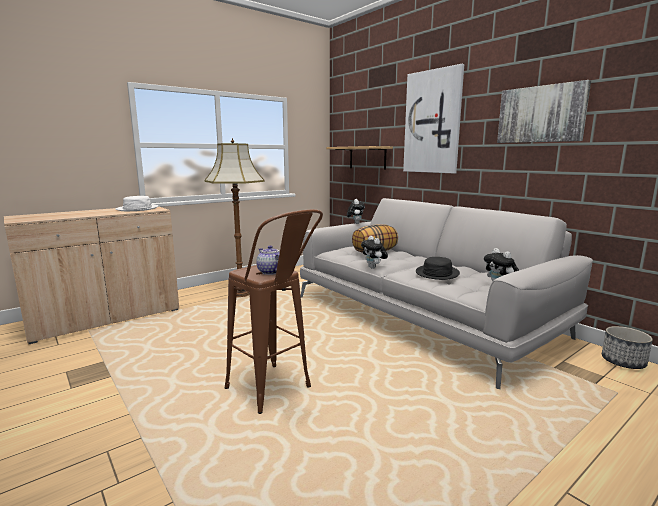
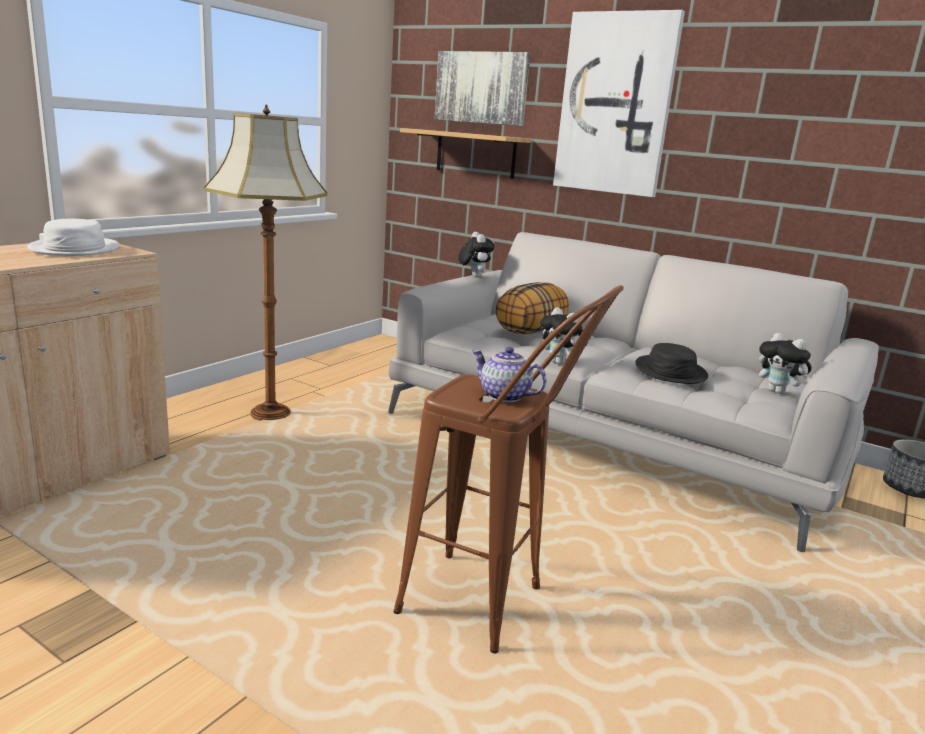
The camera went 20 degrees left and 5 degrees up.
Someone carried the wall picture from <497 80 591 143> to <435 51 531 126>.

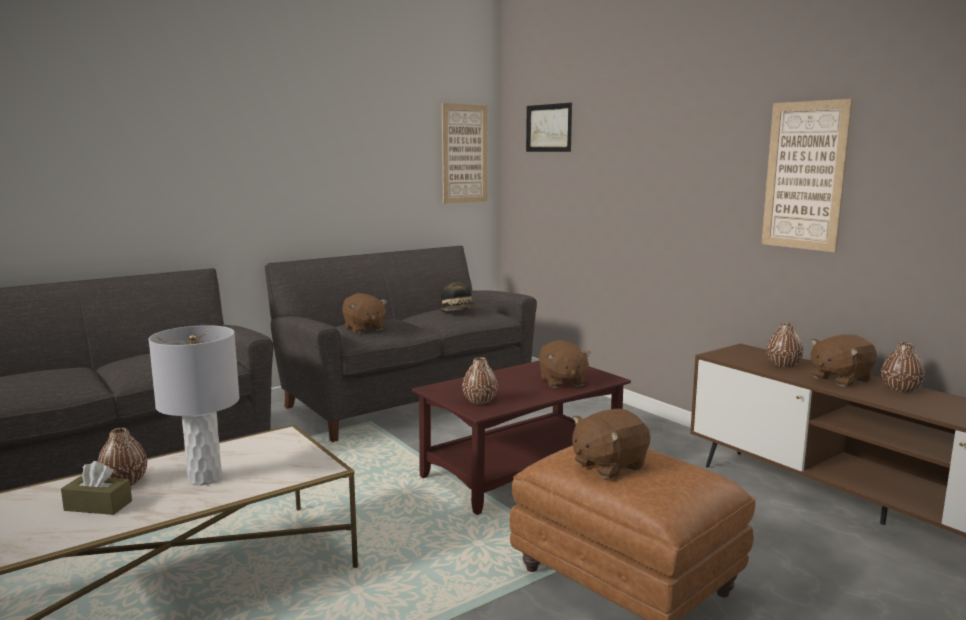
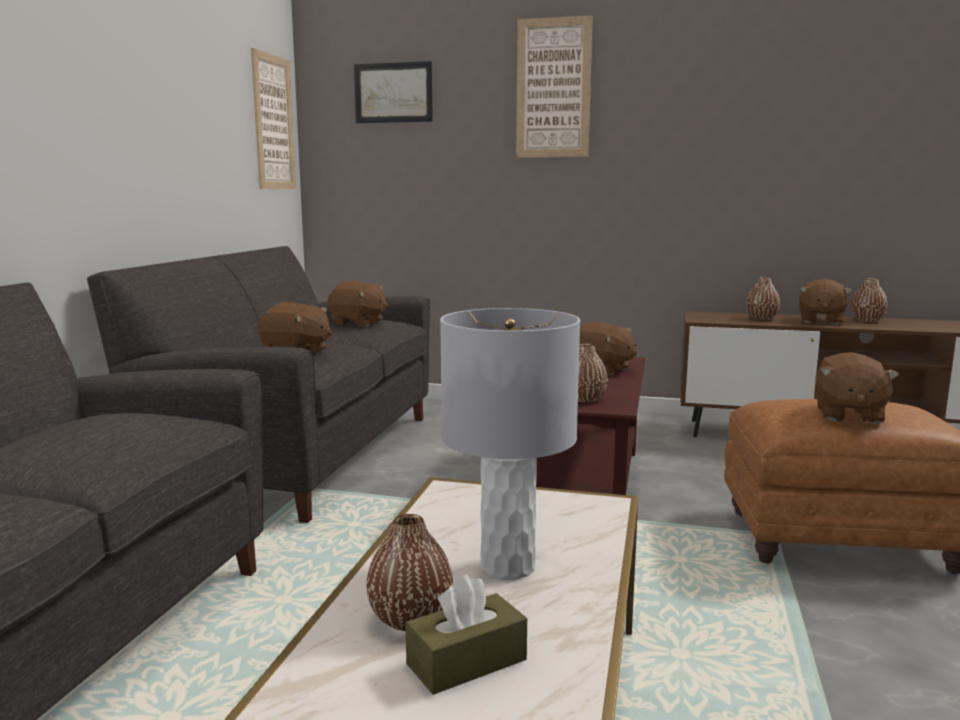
The camera went 40 degrees left and 0 degrees up.
Someone carried the wall picture from <761 99 853 252> to <516 15 593 157>.
Someone swapped the hat at <439 278 476 311> for the brown-coloured plush toy at <328 281 388 327>.

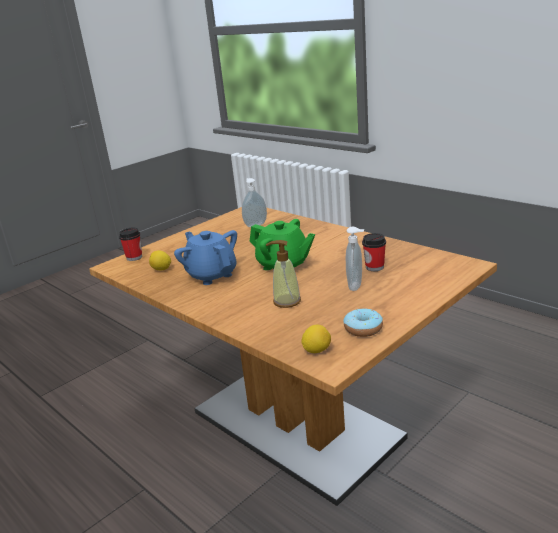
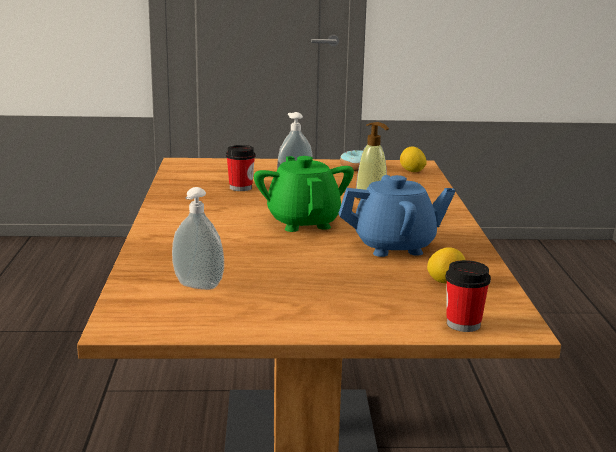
The camera went 140 degrees left and 5 degrees down.
Someone rotated the blue-coloured pot for tea at <174 230 237 285> by 105 degrees counterclockwise.

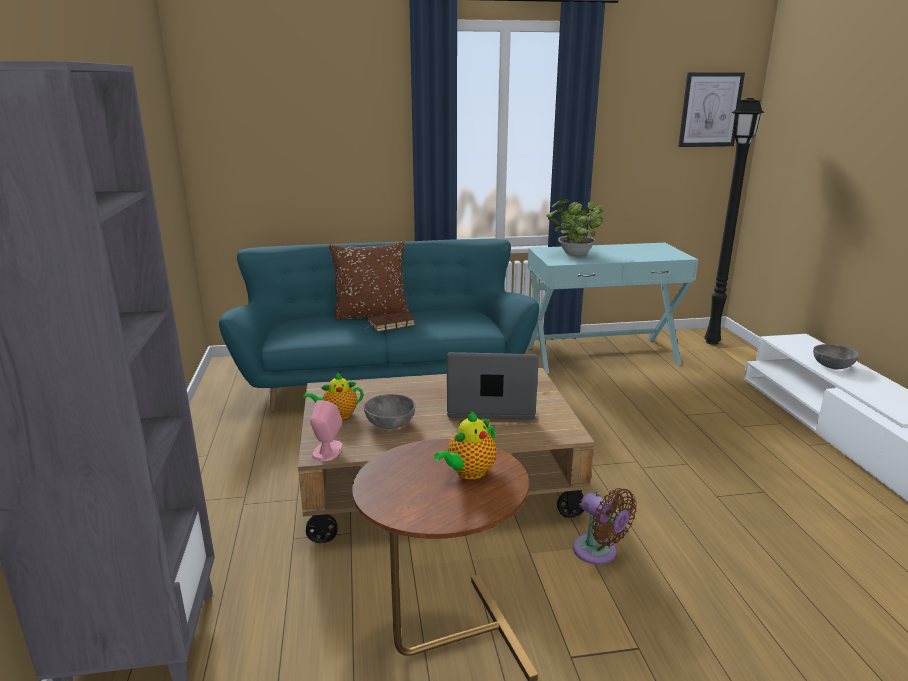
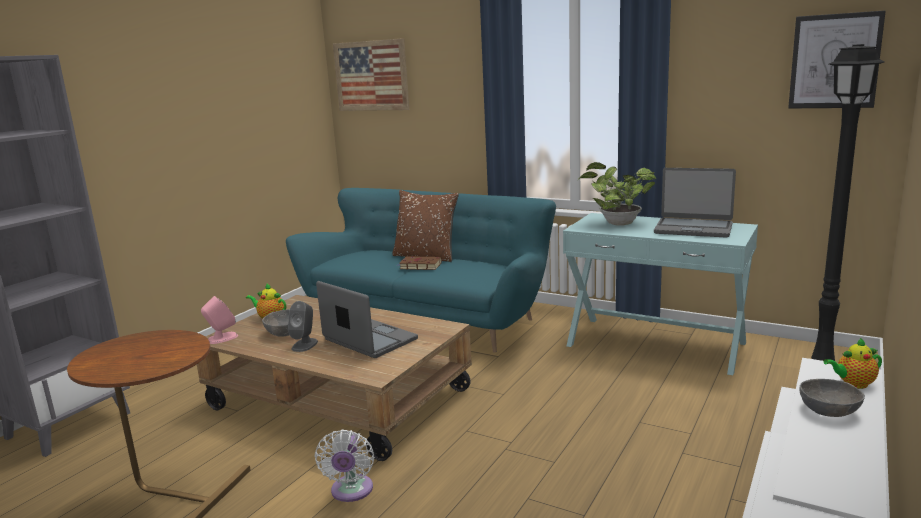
The camera went 40 degrees right and 5 degrees down.
Someone carried the pot for tea from <434 411 497 479> to <823 338 882 389>.
Someone repainted the brown-coloured fan at <573 488 637 564>, which became the whitish fan at <315 429 374 502>.
Someone put up the wall picture at <333 38 409 111>.
Someone put down the portable computer at <654 168 736 238>.
Someone put down the gray audio speaker at <288 301 318 352>.

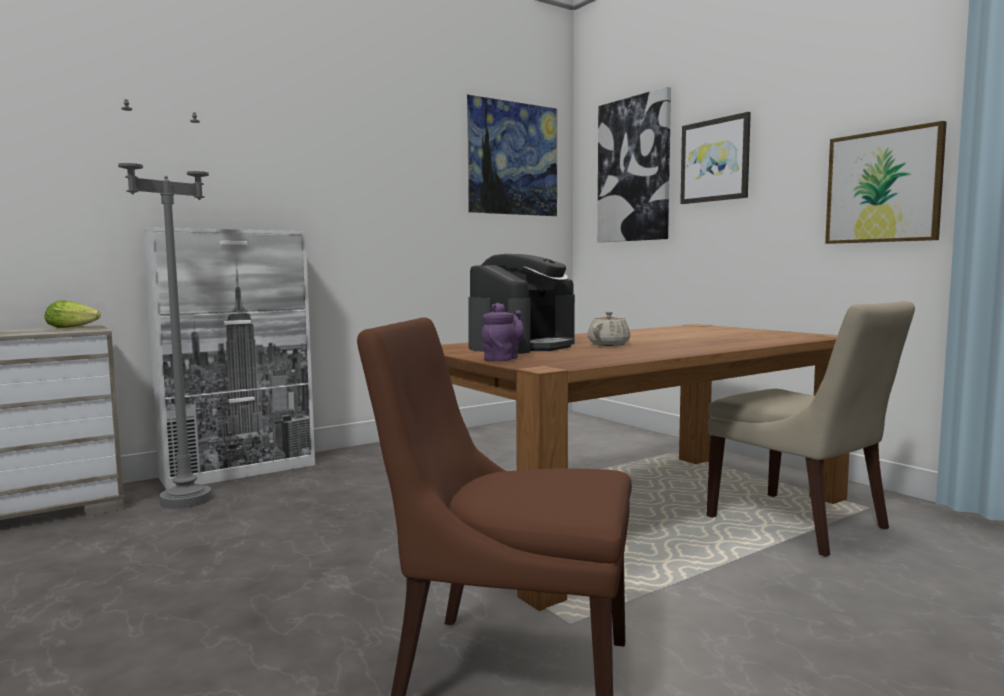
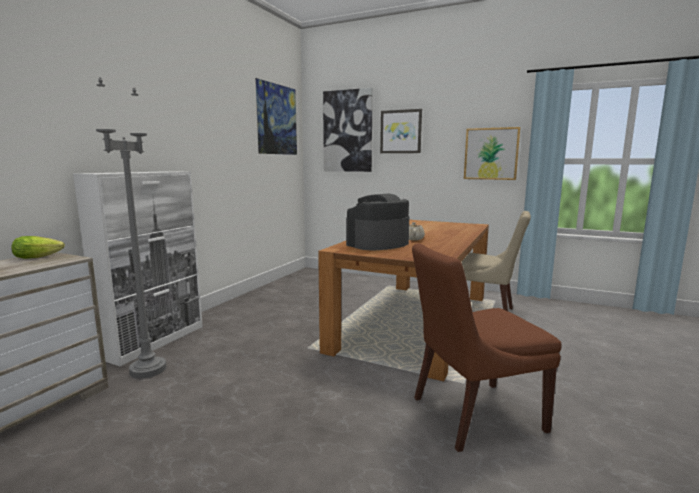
The camera went 30 degrees left and 5 degrees up.
Someone rotated the coffee maker at <468 254 575 354> by 135 degrees counterclockwise.
Someone took away the purplish pot for tea at <482 303 524 361>.

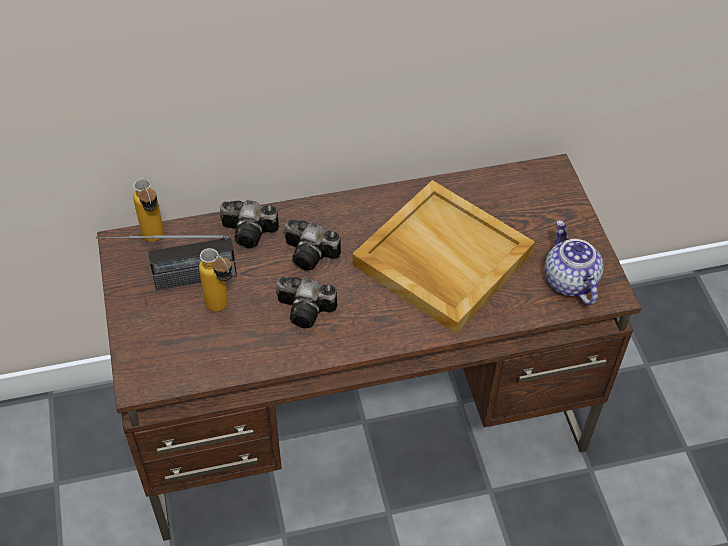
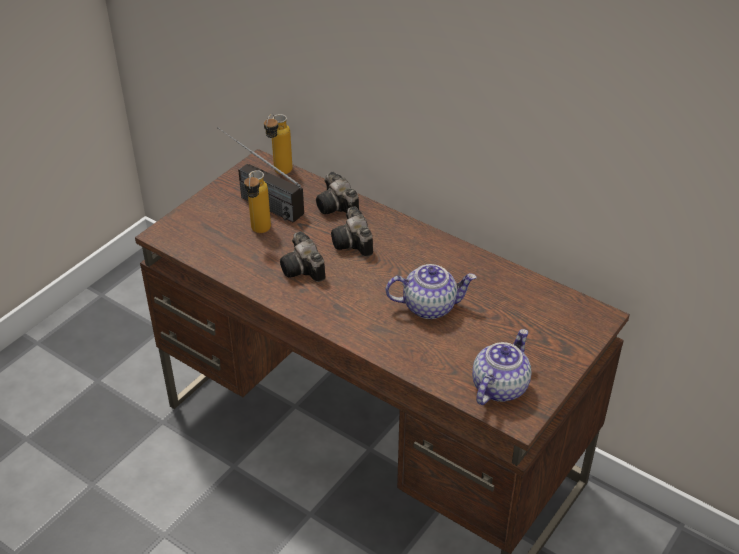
The camera went 50 degrees right and 10 degrees down.
Someone swapped the sand-coloured serving tray at <352 180 535 334> for the pot for tea at <385 264 476 319>.

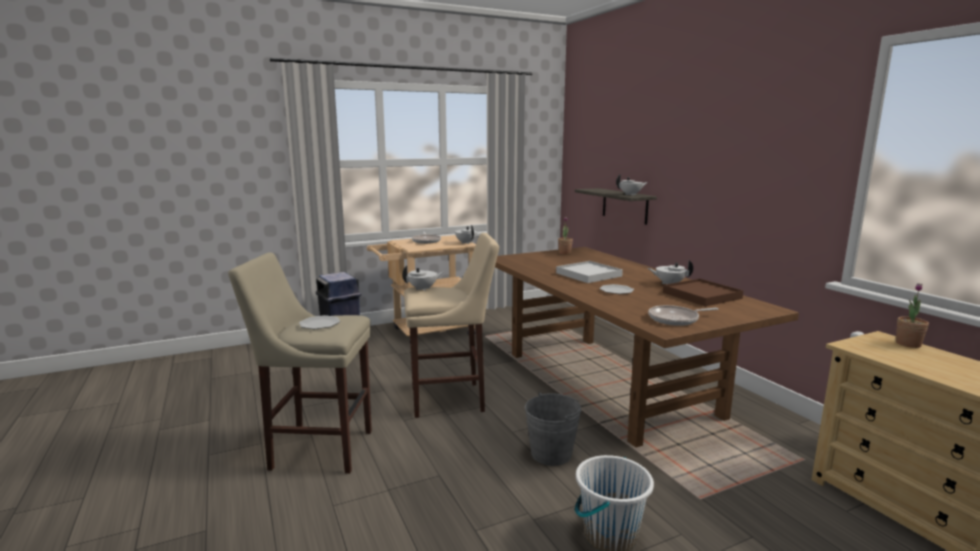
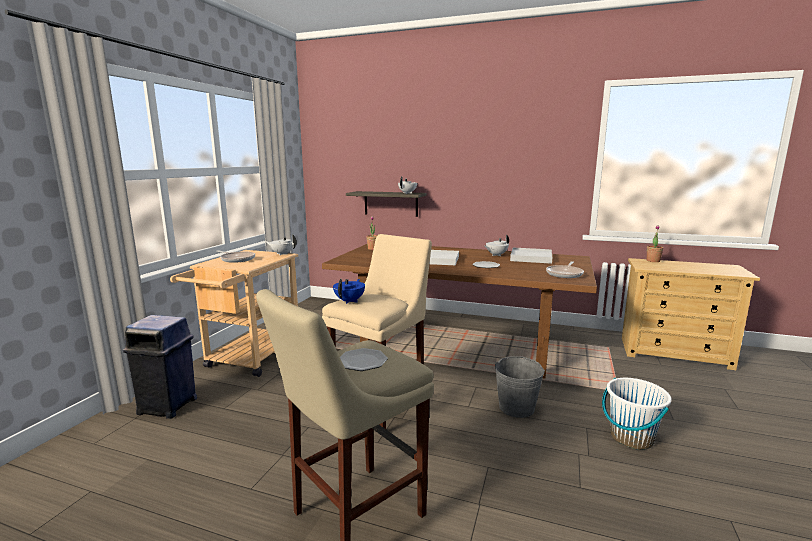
The camera went 45 degrees left and 0 degrees up.
Someone repainted the whitish pot for tea at <402 265 443 291>, which became the blue-coloured pot for tea at <333 279 365 304>.
Someone repainted the brown-coloured serving tray at <663 279 743 306>, which became the whitish serving tray at <510 247 553 264>.

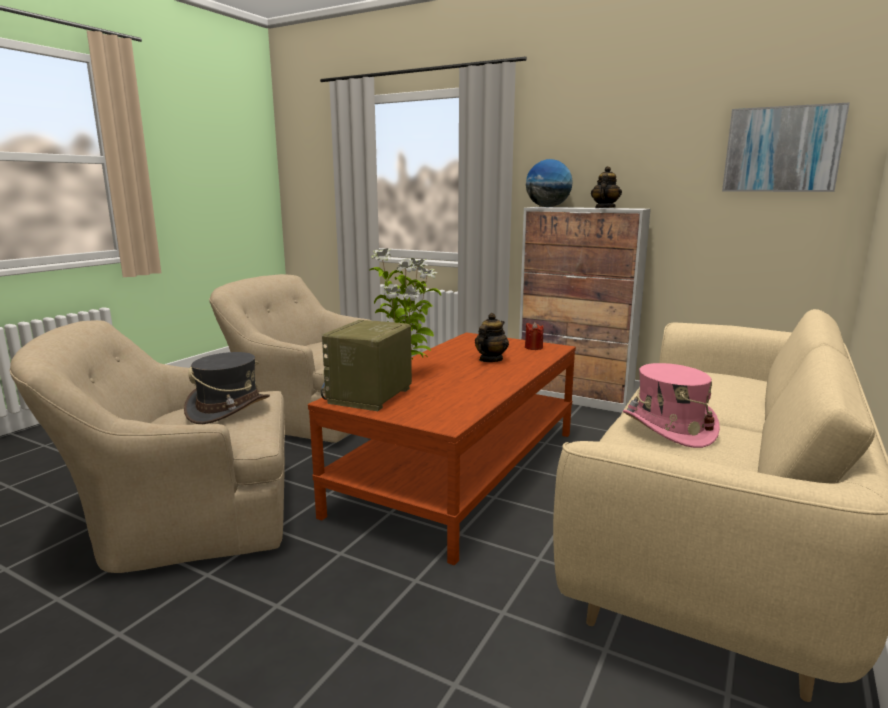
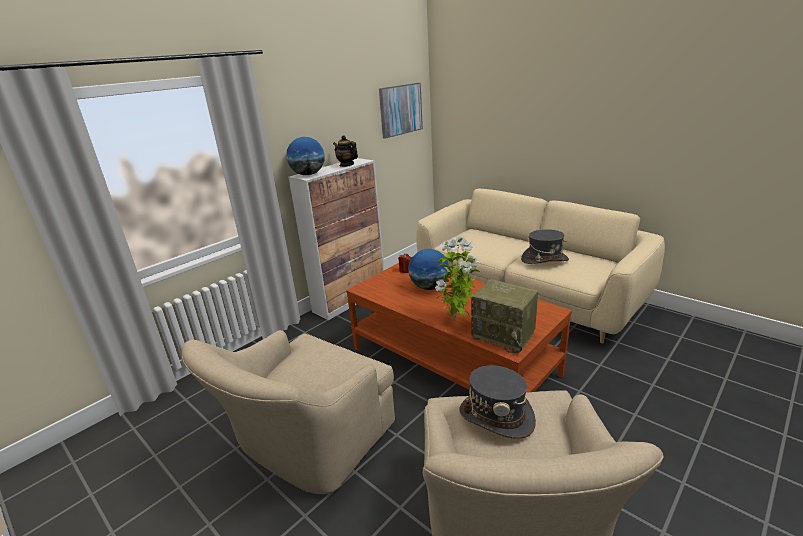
The camera went 75 degrees left and 10 degrees up.
Someone swapped the pot for tea at <475 313 509 362> for the desk globe at <408 249 449 290>.
Someone repainted the pinkish hat at <623 363 720 448>, which became the gray hat at <521 229 569 264>.

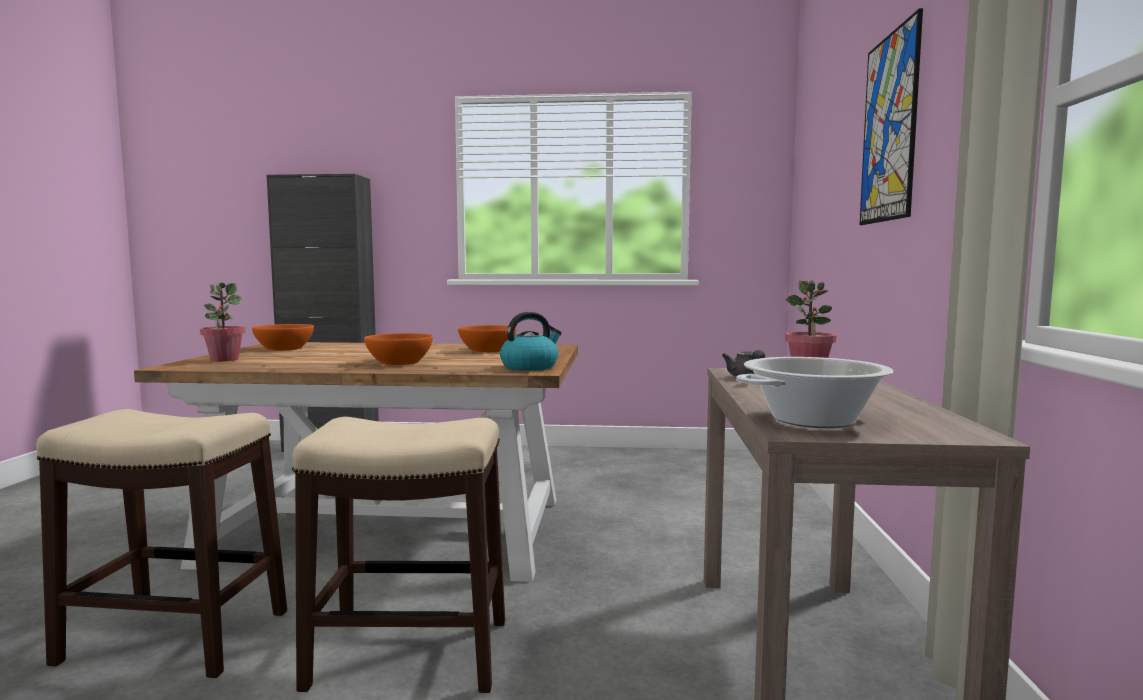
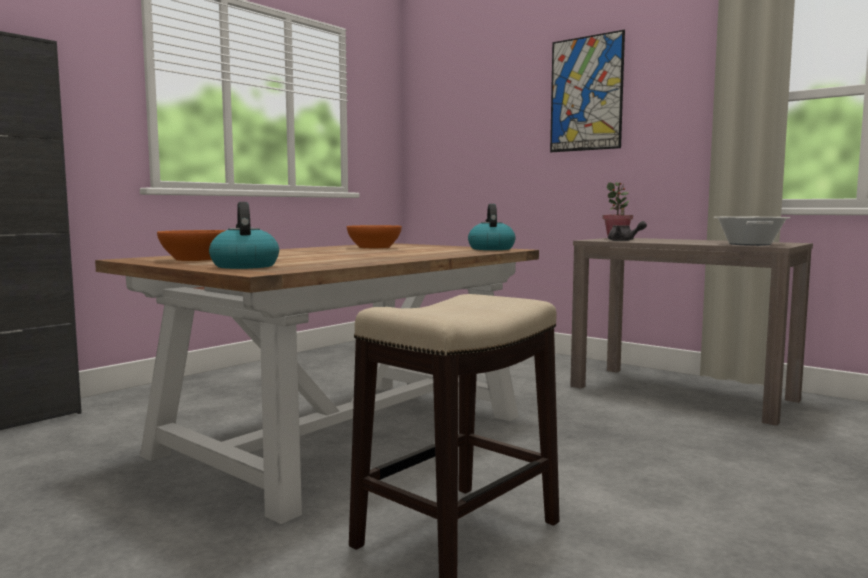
The camera went 55 degrees left and 0 degrees up.
Someone swapped the plant in a pot at <200 283 245 362> for the kettle at <209 202 279 269>.
Someone took away the orange deep dish at <364 333 433 365>.
Someone took away the stool at <292 417 505 693>.

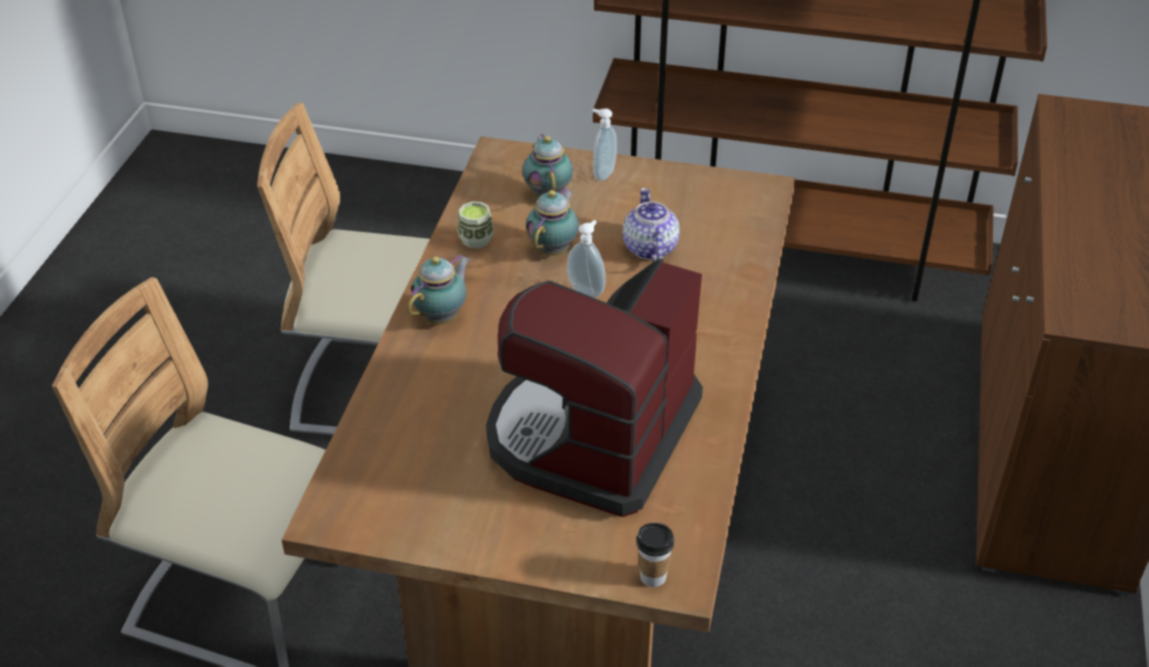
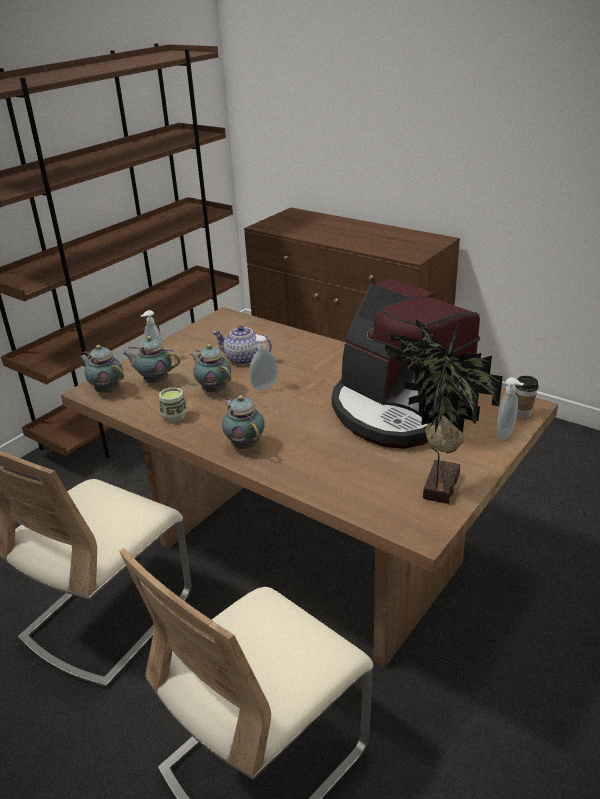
The camera went 65 degrees left and 10 degrees down.
Someone put down the plant in a pot at <390 319 503 504>.
Someone put down the pot for tea at <80 345 124 393>.
Someone put down the soap bottle at <497 377 524 440>.

